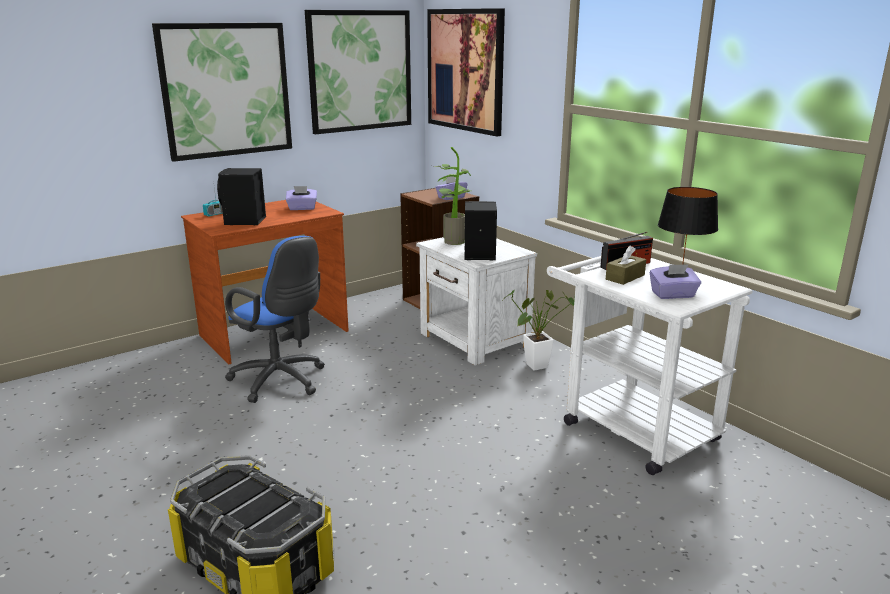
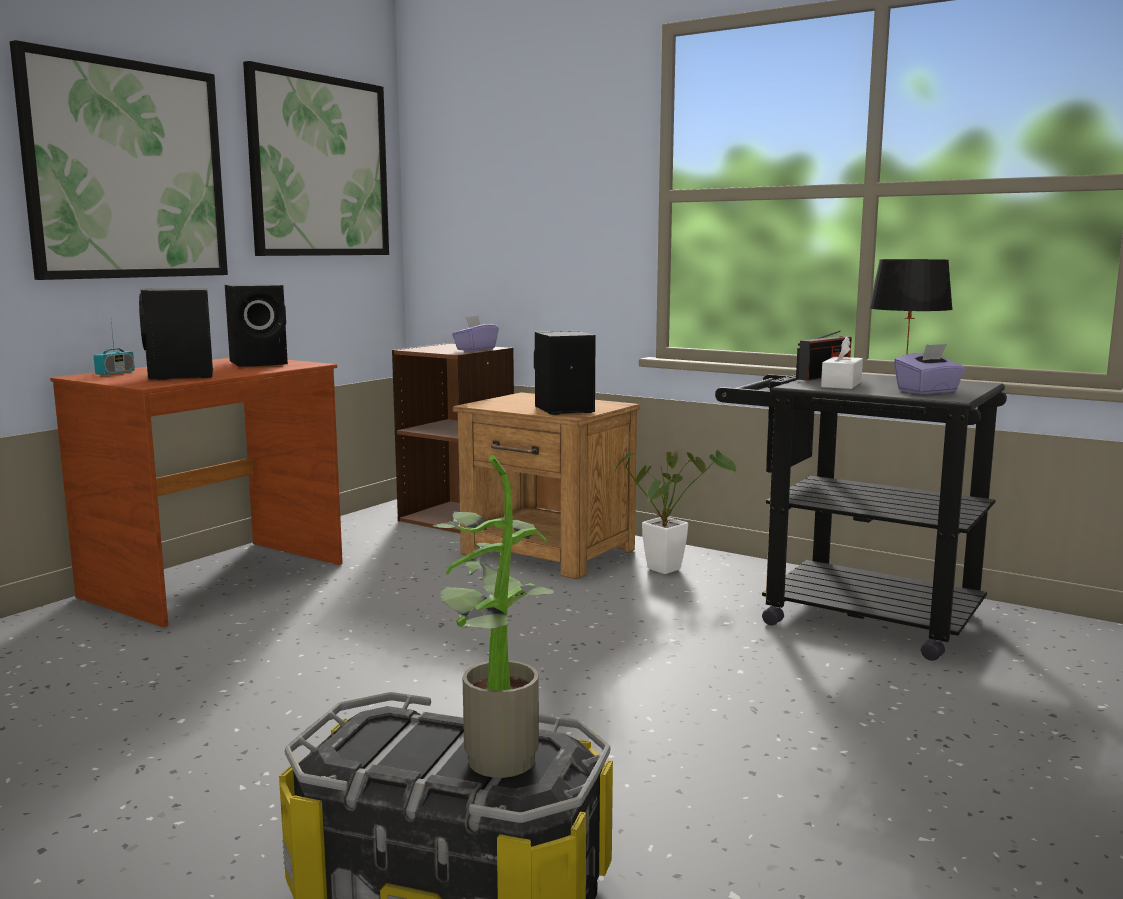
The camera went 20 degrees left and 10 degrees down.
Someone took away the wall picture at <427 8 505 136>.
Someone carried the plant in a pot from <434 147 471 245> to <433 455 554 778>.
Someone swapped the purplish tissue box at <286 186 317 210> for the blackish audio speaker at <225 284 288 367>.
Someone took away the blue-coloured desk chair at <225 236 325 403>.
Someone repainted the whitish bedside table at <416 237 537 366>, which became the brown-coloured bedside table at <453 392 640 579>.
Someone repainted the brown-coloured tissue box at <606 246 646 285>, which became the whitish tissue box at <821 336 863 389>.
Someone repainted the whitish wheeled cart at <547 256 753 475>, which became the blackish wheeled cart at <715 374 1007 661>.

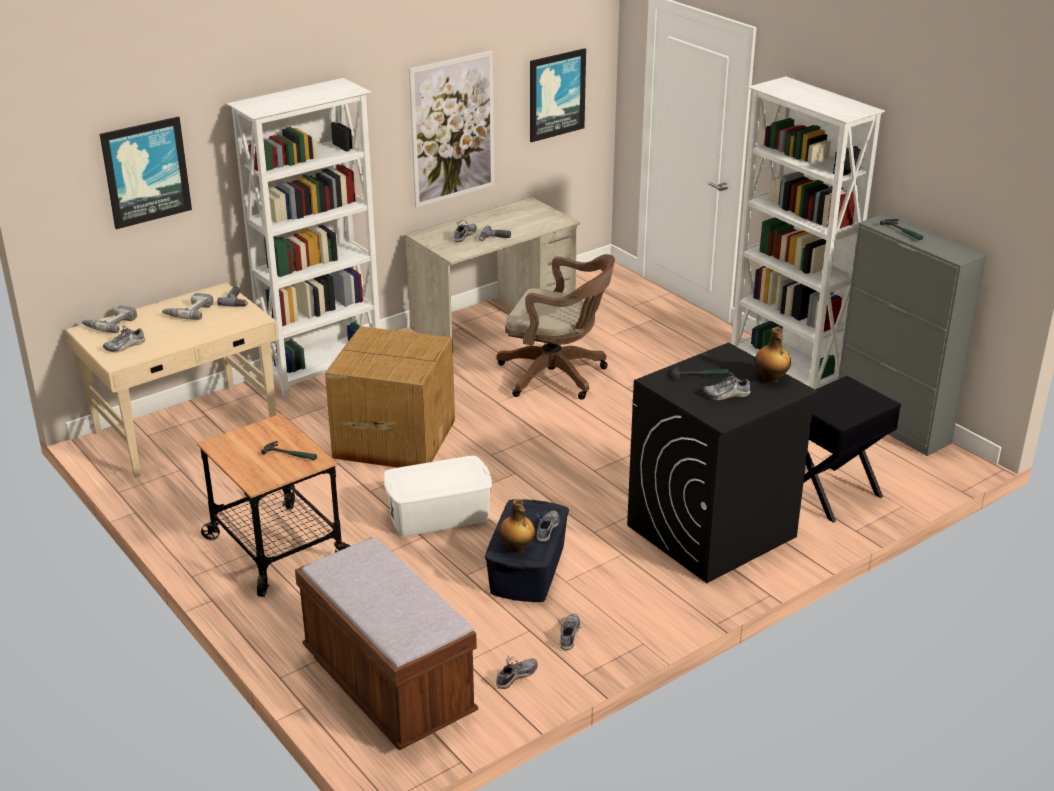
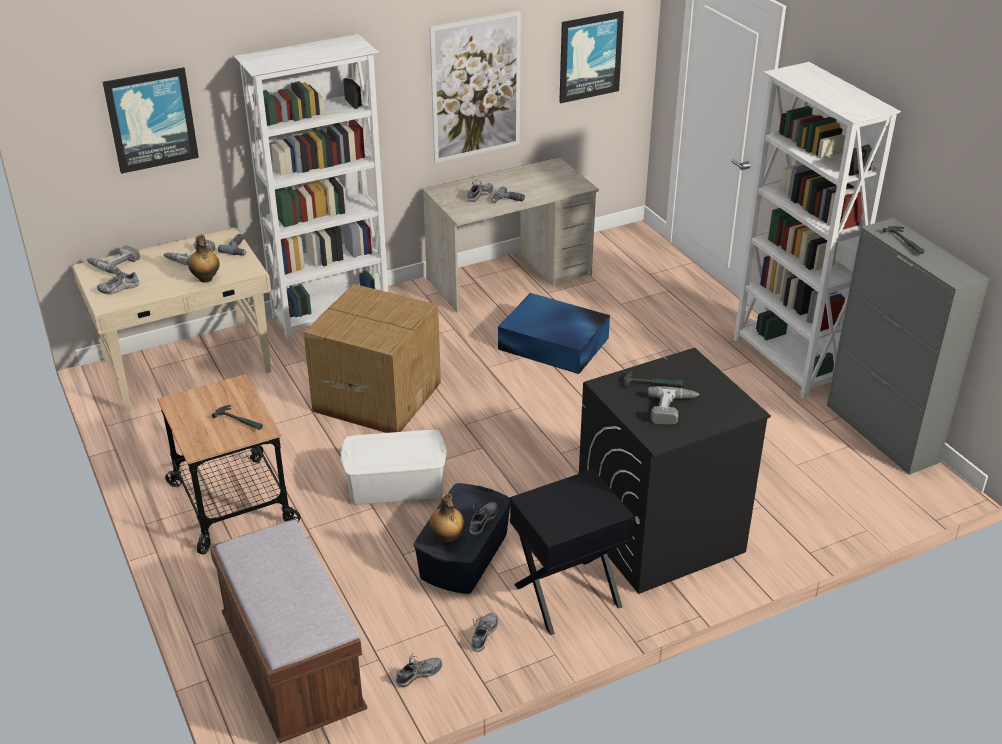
The camera went 10 degrees right and 5 degrees up.
Someone swapped the brown-coloured desk chair at <496 254 615 400> for the blue-coloured storage box at <498 293 610 374>.
Someone carried the drink bottle from <755 327 791 383> to <188 235 220 283>.
Someone swapped the item of footwear at <703 373 751 400> for the drill at <648 386 699 425>.
Someone carried the blackish bedside table from <804 376 901 523> to <510 469 634 635>.

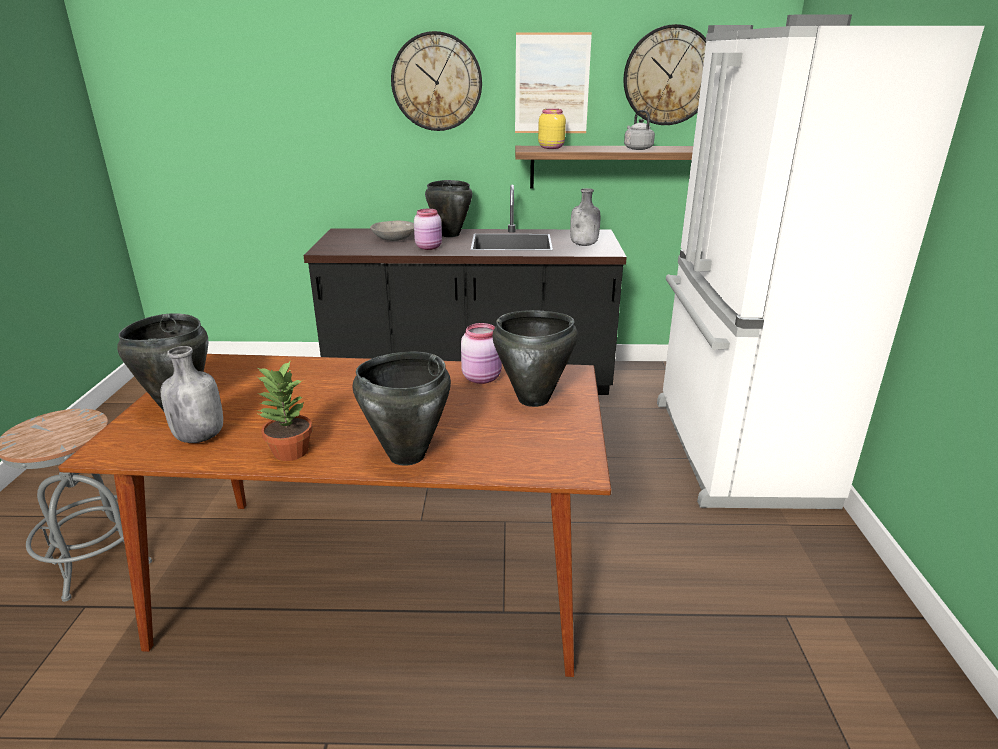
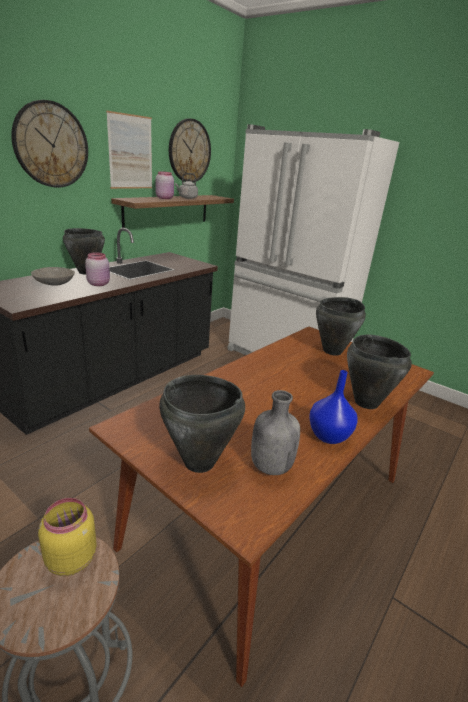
The camera went 55 degrees left and 0 degrees up.
Someone carried the yellow-coloured storage jar from <538 109 566 149> to <38 498 97 576>.
Someone took away the gray drink bottle at <570 188 600 246>.
Someone carried the pinkish storage jar from <461 323 502 384> to <156 171 174 199>.
Someone swapped the plant in a pot at <256 360 313 461> for the blue-coloured flower vase at <309 370 357 444>.

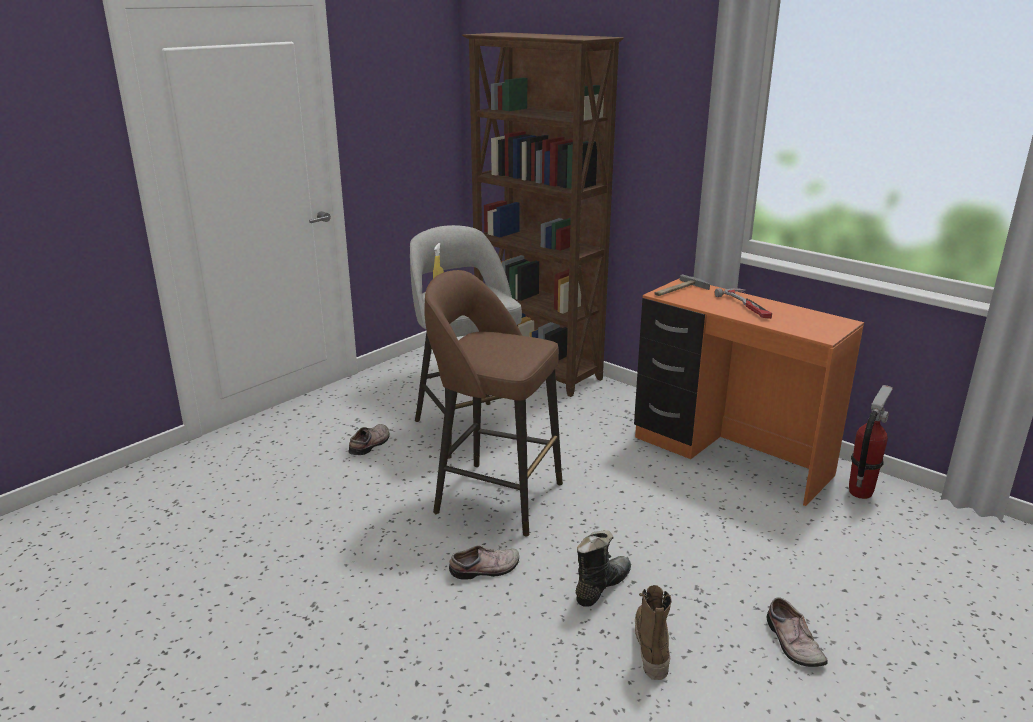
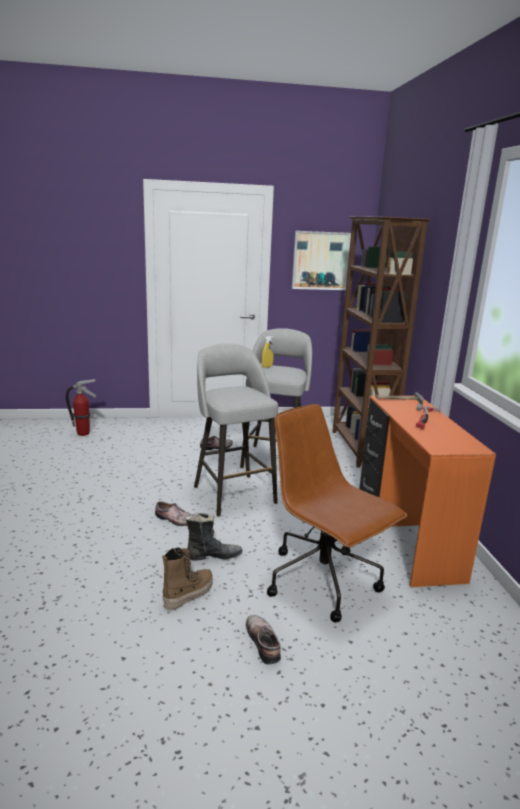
The camera went 40 degrees right and 5 degrees down.
Someone repainted the brown-coloured stool at <424 270 563 537>, which became the gray stool at <194 343 278 517>.
Someone carried the fire extinguisher from <849 385 893 499> to <66 379 96 436>.
Someone rotated the item of footwear at <767 598 828 667> by 135 degrees clockwise.
Someone put up the wall picture at <292 231 351 290>.
Someone put down the brown-coloured desk chair at <267 404 407 623>.

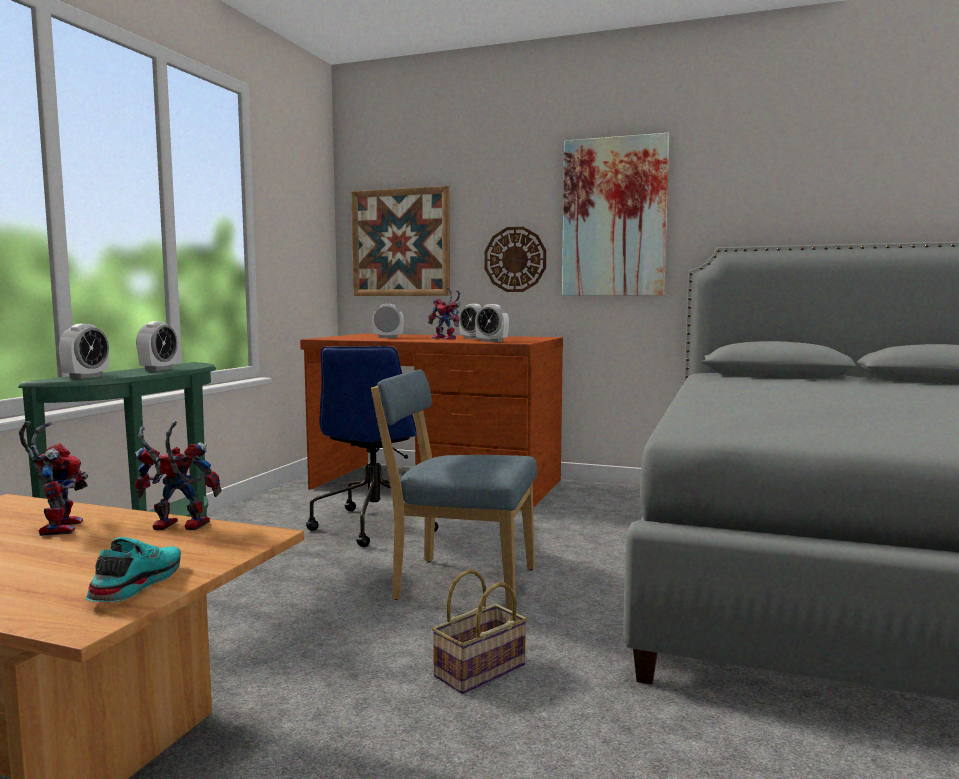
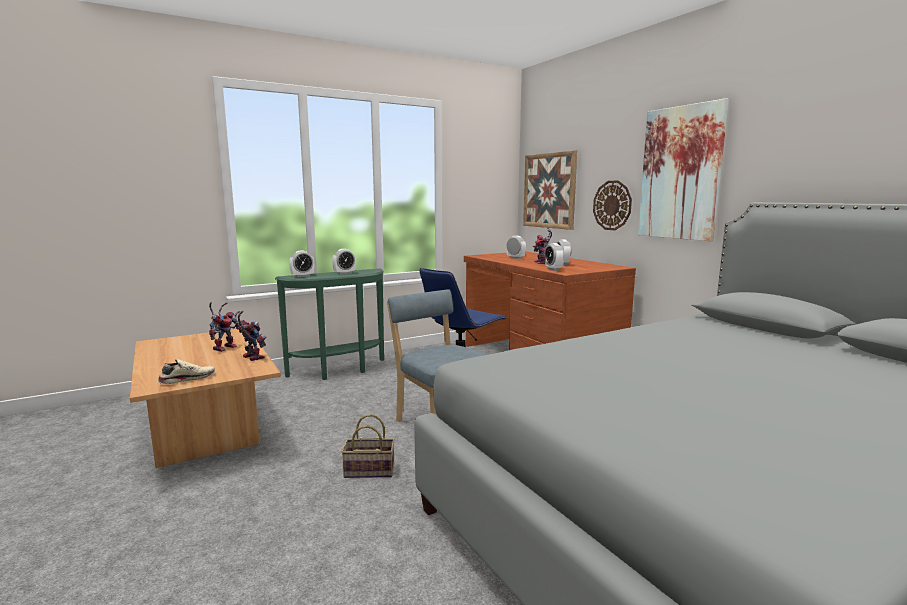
The camera went 40 degrees right and 5 degrees up.
Someone repainted the turquoise-coloured item of footwear at <86 537 181 602>, which became the sand-coloured item of footwear at <158 359 215 384>.

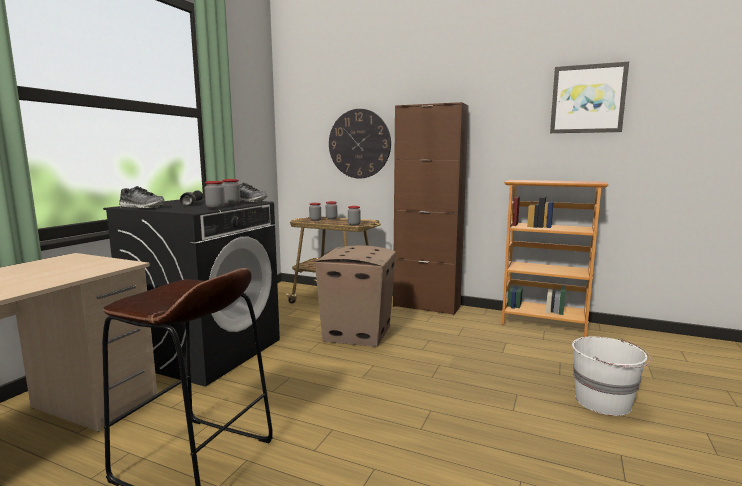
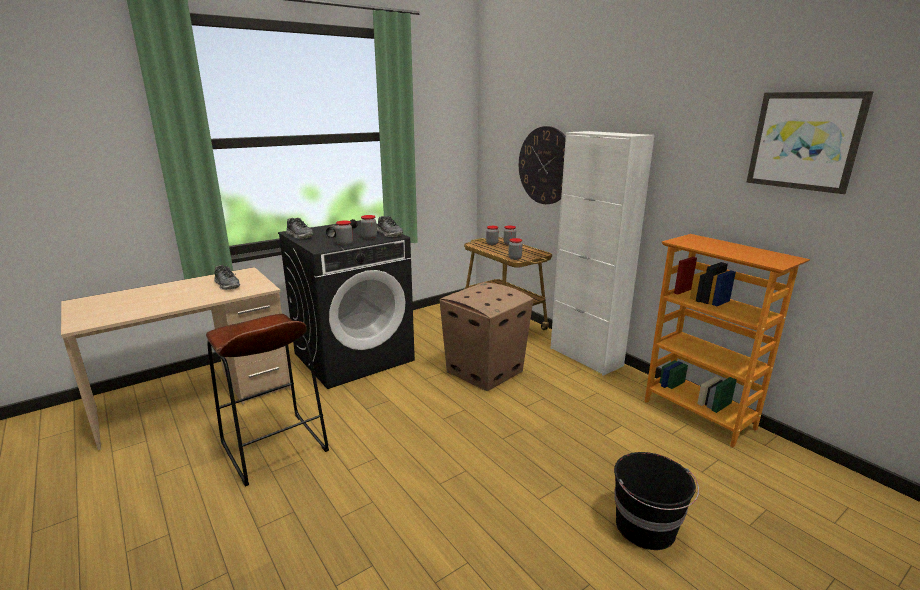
The camera went 30 degrees right and 10 degrees up.
Someone repainted the brown-coloured cupboard at <393 102 469 315>, which became the whitish cupboard at <551 131 654 376>.
Someone repainted the whitish water bucket at <572 336 651 416>, which became the blackish water bucket at <614 452 699 550>.
Someone put down the item of footwear at <214 265 240 290>.

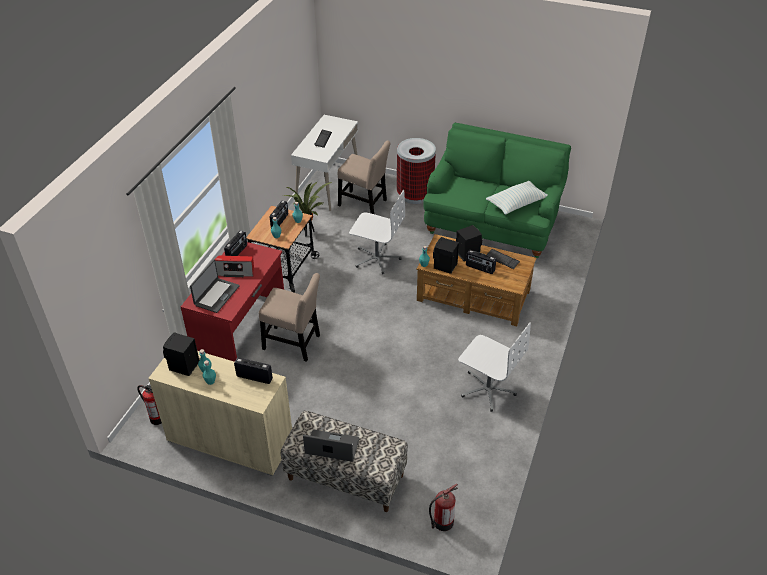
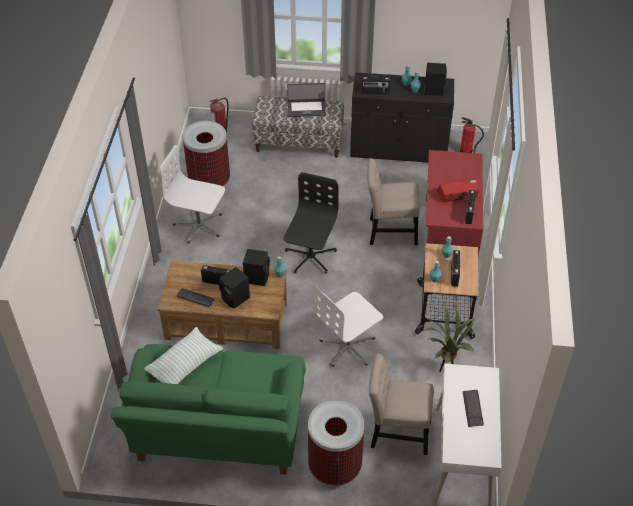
The camera went 165 degrees right and 5 degrees up.
Someone rotated the whitish desk chair at <349 190 405 274> by 45 degrees counterclockwise.
Someone took away the portable computer at <190 260 240 313>.
Someone repainted the sand-coloured cupboard at <148 351 292 476>, which became the blackish cupboard at <350 72 454 163>.
Someone put down the waste bin at <183 121 230 187>.
Someone put down the blackish desk chair at <284 172 339 274>.

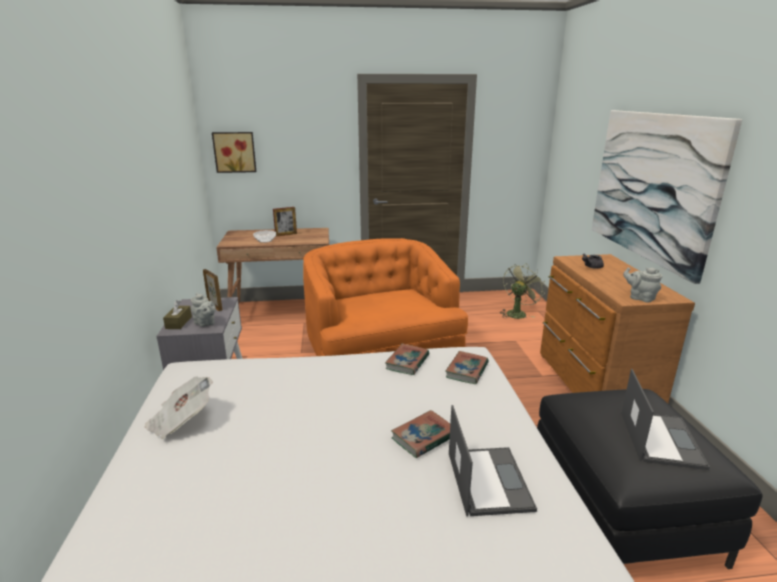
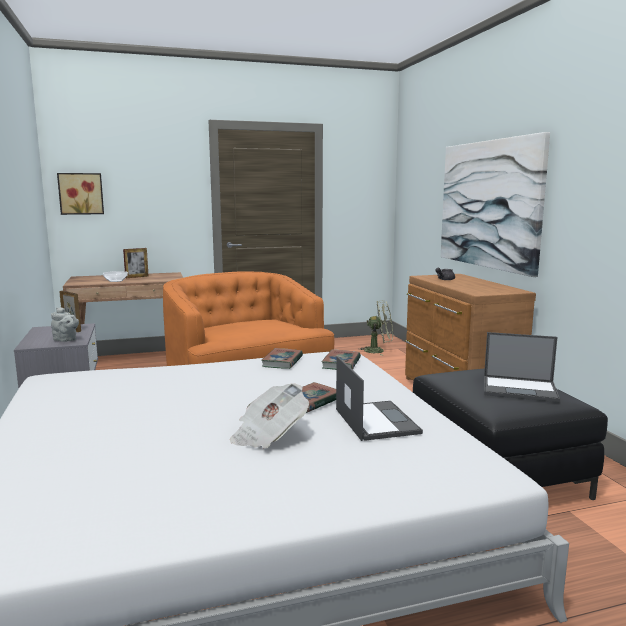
The camera went 10 degrees left and 10 degrees down.
Someone rotated the greenish fan at <500 263 545 319> by 60 degrees clockwise.
Someone took away the gray pot for tea at <623 267 662 303>.
Someone took away the brown-coloured tissue box at <163 300 192 329>.
Someone rotated the portable computer at <621 369 710 470> by 105 degrees clockwise.
Someone carried the daily paper from <145 376 213 439> to <230 383 309 448>.

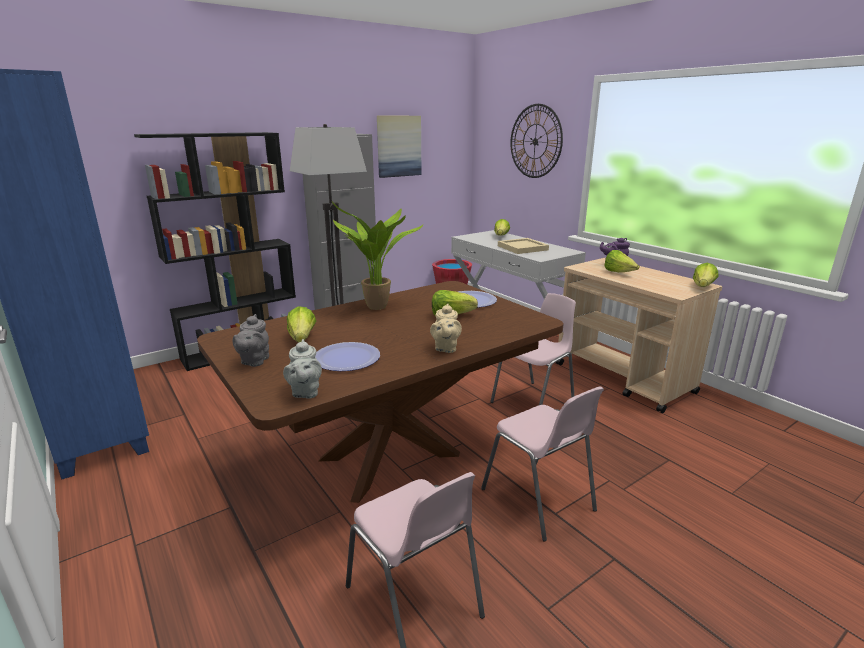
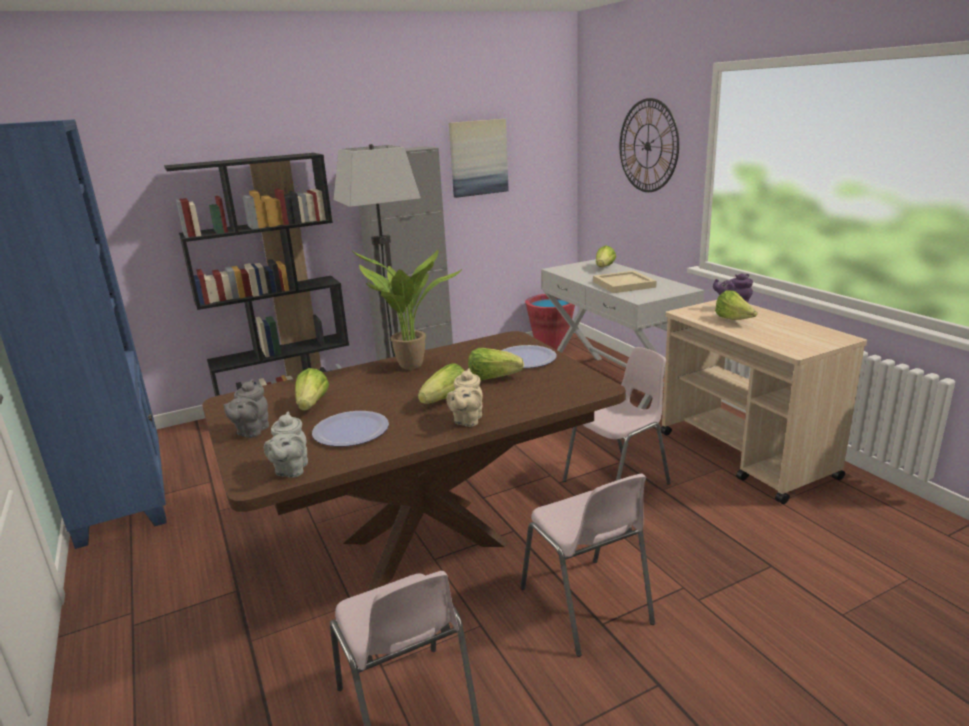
The camera went 10 degrees right and 0 degrees up.
Someone carried the head of lettuce from <693 263 718 287> to <418 364 465 404>.

